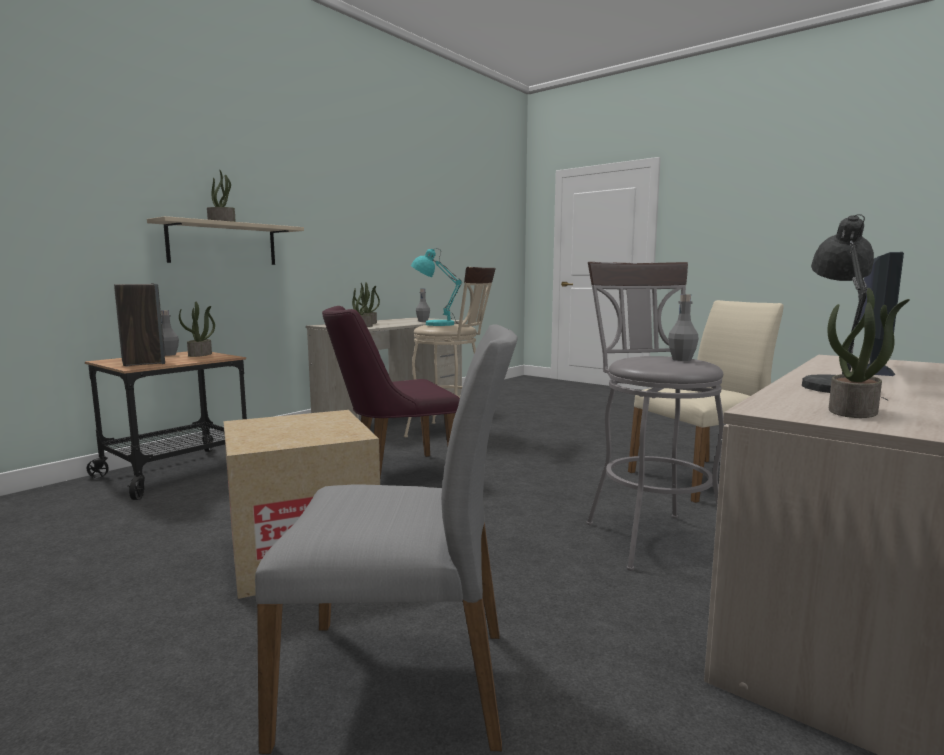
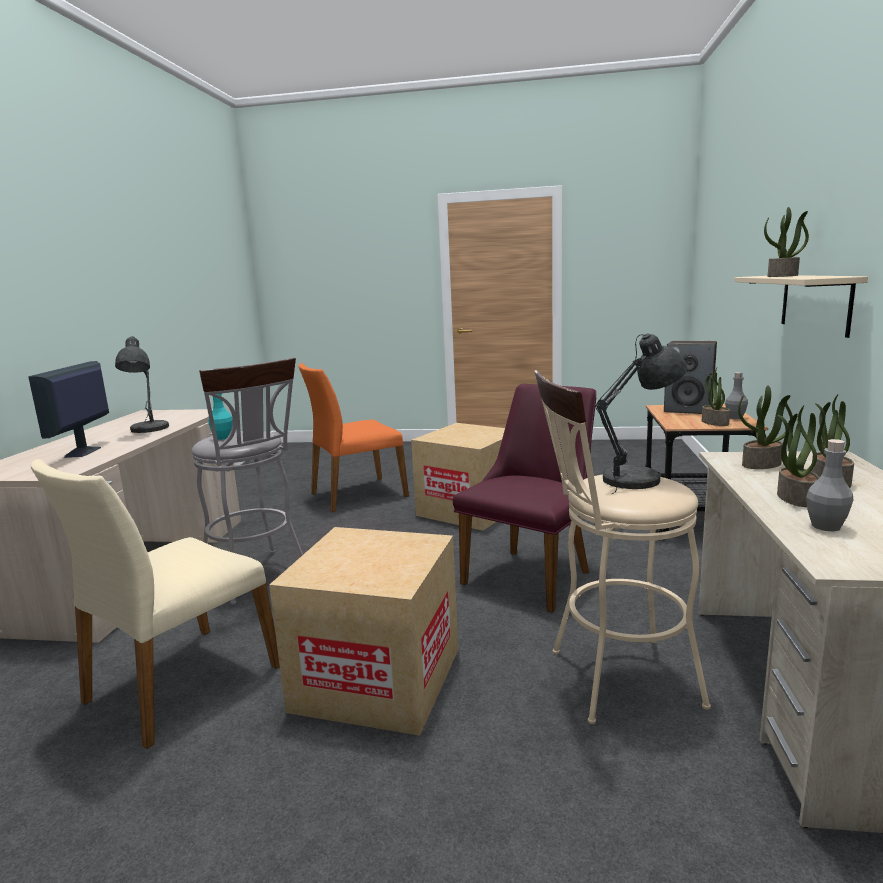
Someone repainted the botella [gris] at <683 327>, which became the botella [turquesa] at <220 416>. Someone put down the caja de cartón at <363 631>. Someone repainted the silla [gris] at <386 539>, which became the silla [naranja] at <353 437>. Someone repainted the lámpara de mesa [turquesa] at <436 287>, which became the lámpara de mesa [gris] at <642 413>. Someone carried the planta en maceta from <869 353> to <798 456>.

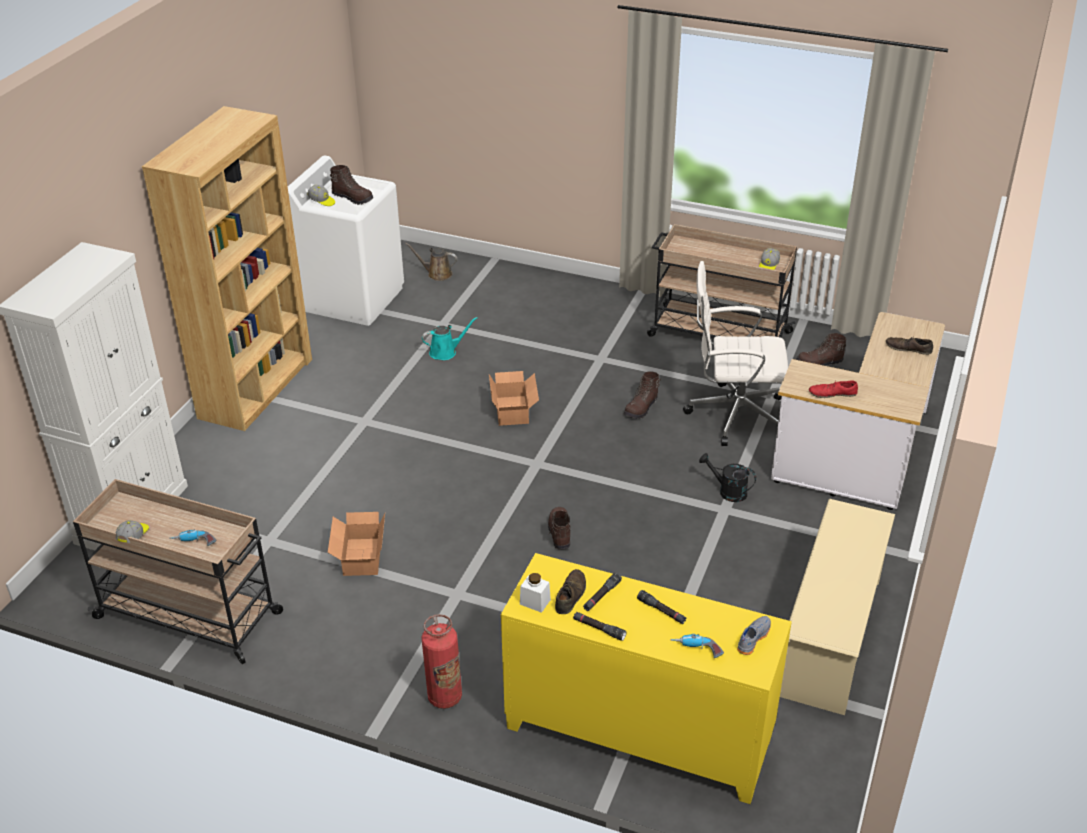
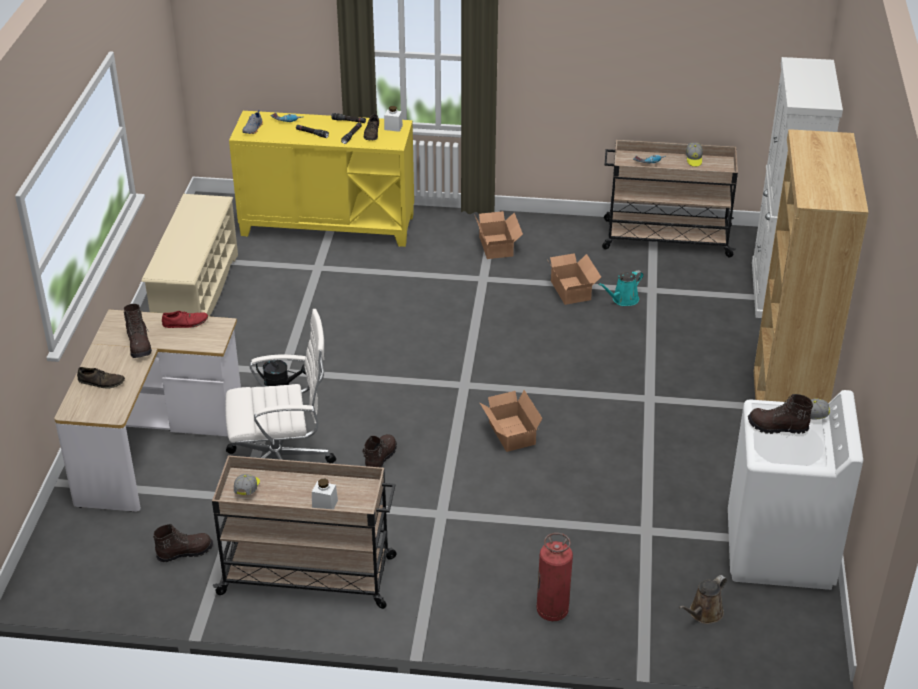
Someone carried the bota [marrón] from <559 528> to <138 331>. Someone put down the tarro [blanco] at <325 494>. Someone put down the caja de cartón at <498 235>. Someone carried the extintor from <441 661> to <555 577>. Someone carried the regadera [turquesa] from <449 338> to <621 288>. Someone rotated the regadera [marrón] at <431 262> by 135 degrees clockwise.

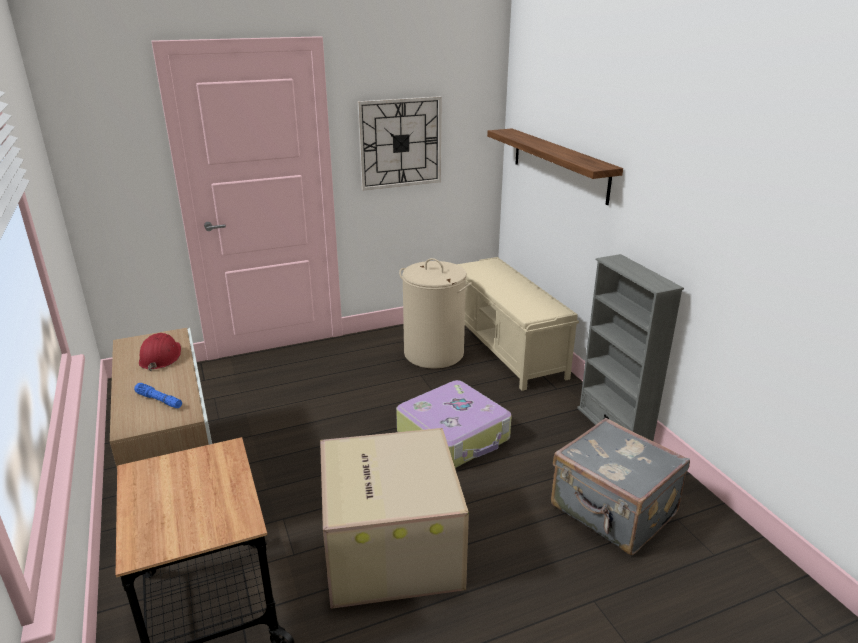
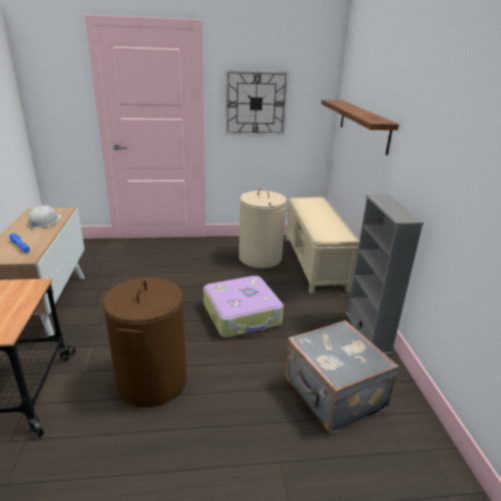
Someone repainted the casco [rojo] at <160 352>, which became the casco [blanco] at <45 217>. Someone swapped the caja de cartón at <394 518> for the cesto de la ropa [marrón] at <145 342>.

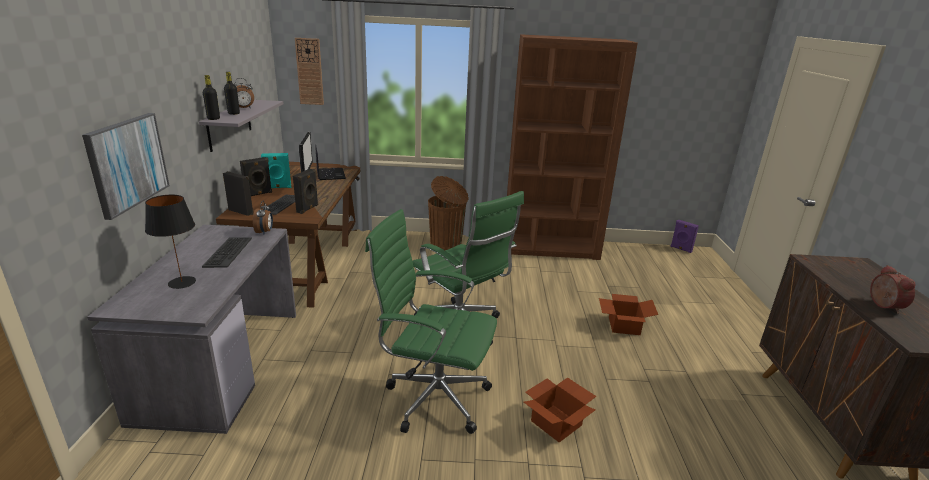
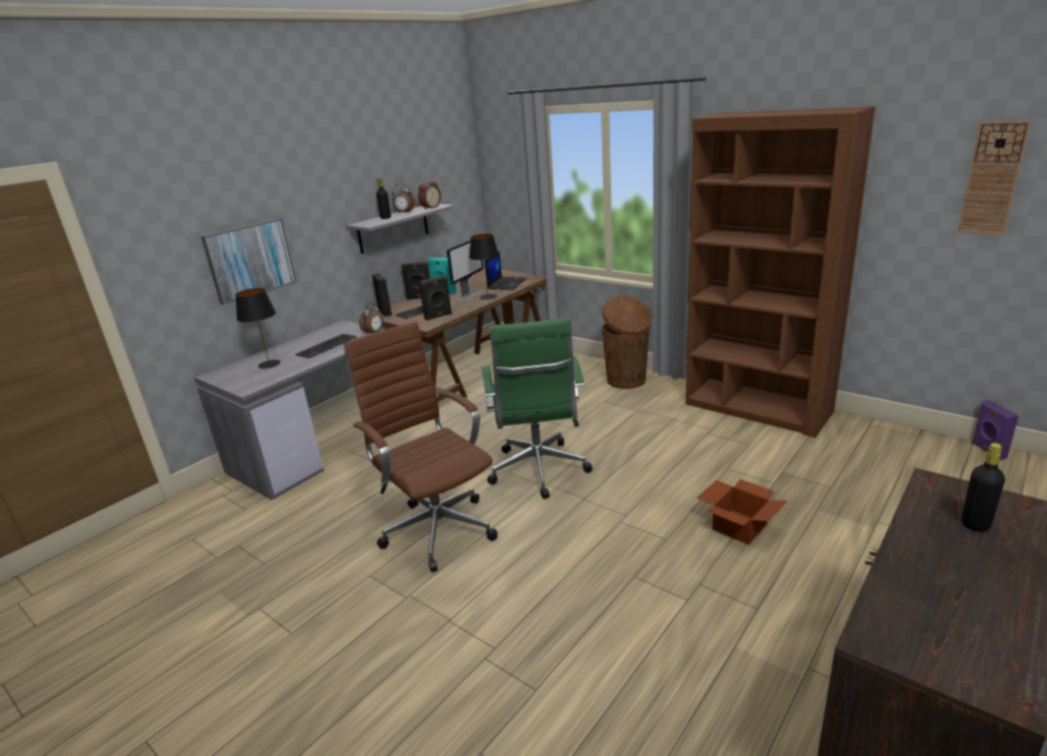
Someone repainted the silla de oficina [verde] at <431 321>, which became the silla de oficina [marrón] at <420 447>. Someone carried the despertador from <893 289> to <429 195>. Someone put down the lámpara de mesa [negro] at <484 267>. Someone carried the reloj de pared from <309 71> to <994 177>. Someone carried the botella [negro] from <211 97> to <983 487>. Someone took away the caja de cartón at <560 409>.

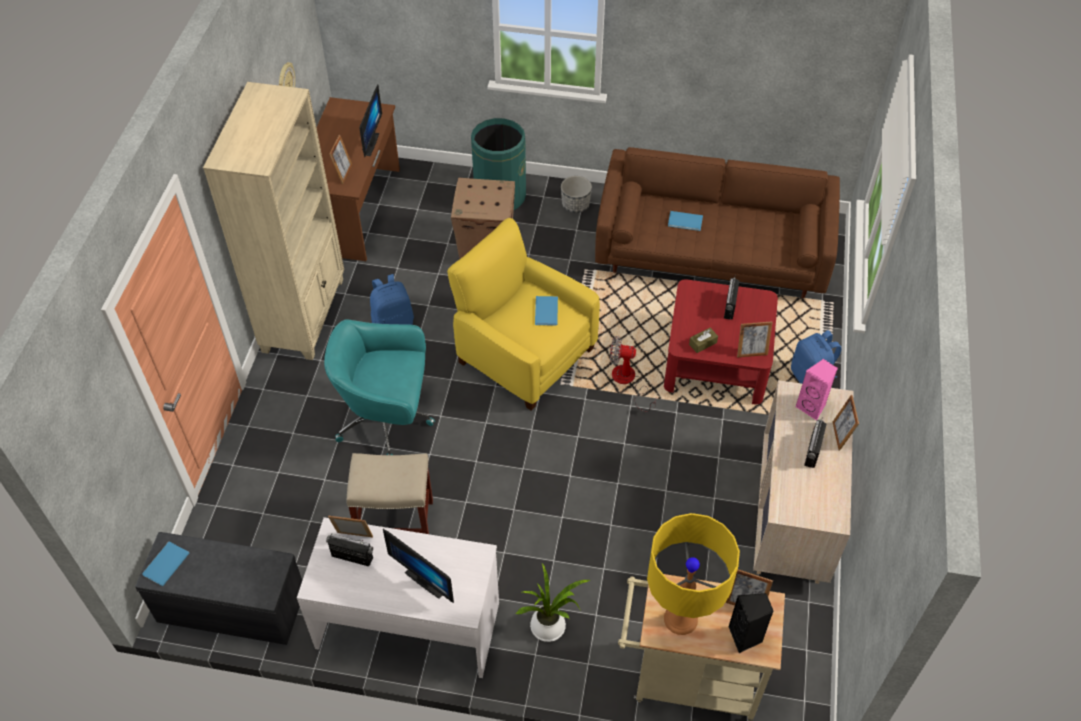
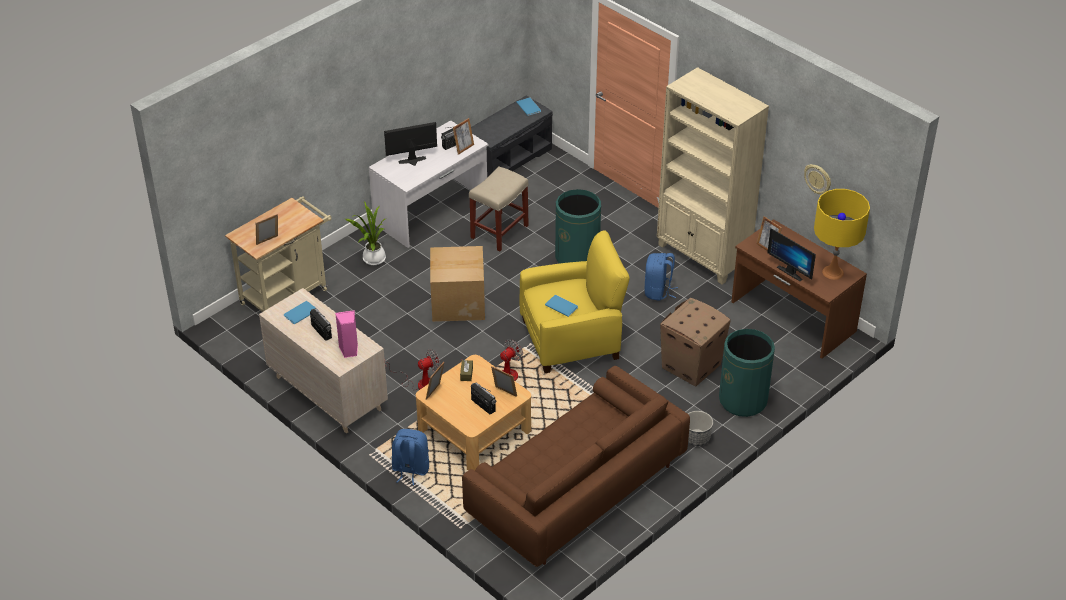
Someone carried the libro [azul] from <685 221> to <301 313>. Someone put down the ventilador at <413 370>. Someone repainted the mesa de centro [rojo] at <721 341>, which became the mesa de centro [beis] at <473 413>. Someone put down the caja de cartón at <457 284>. Someone carried the portarretratos from <846 422> to <504 381>. Someone swapped the silla de oficina [turquesa] at <379 387> for the papelera [verde] at <578 226>. Someone carried the lámpara de mesa [amarillo] from <693 574> to <842 234>. Someone took away the altavoz [negro] at <751 623>.

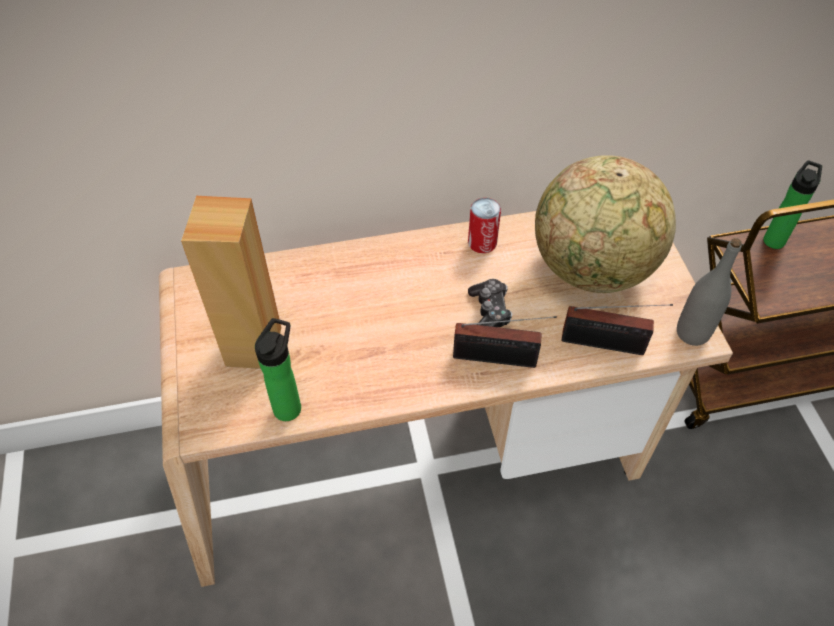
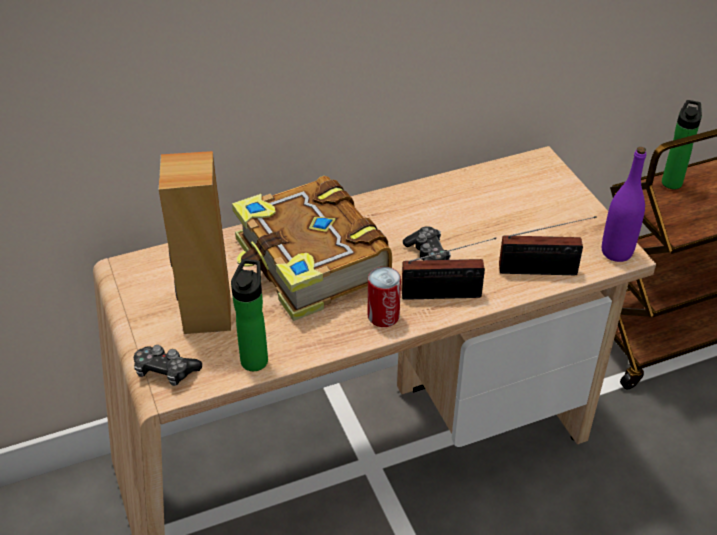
Someone put down the mando de consola at <168 365>. Someone put down the libro at <312 248>. Someone carried the lata from <484 225> to <384 297>. Someone repainted the botella [gris] at <709 292>, which became the botella [morado] at <624 204>. Someone took away the globo terráqueo at <605 224>.

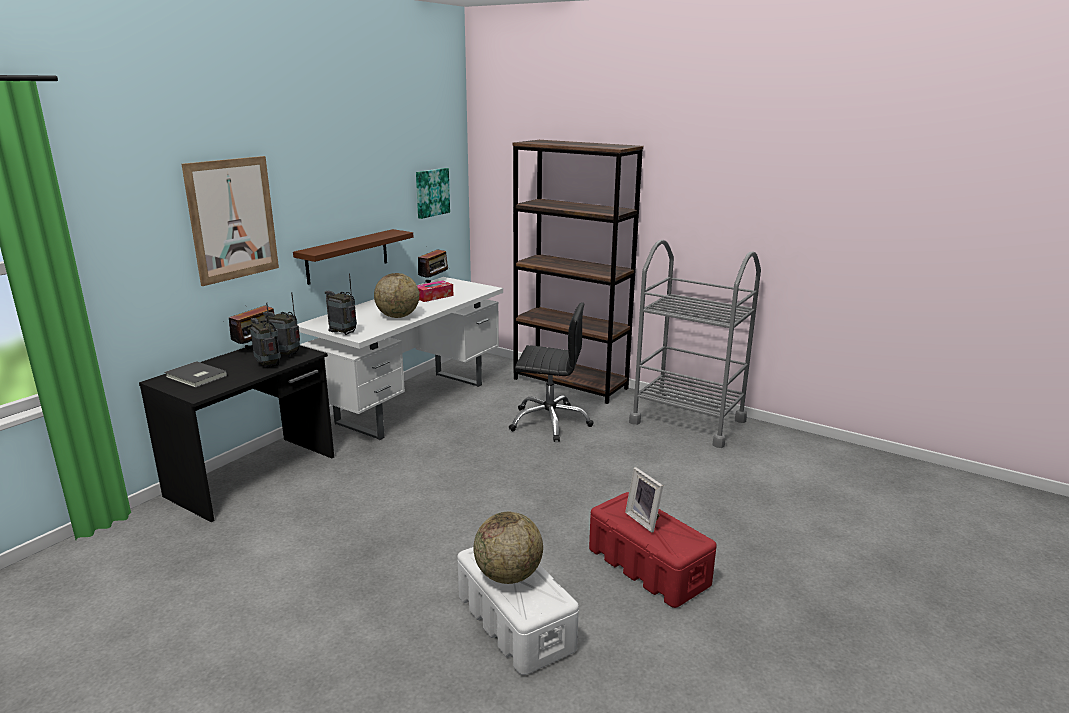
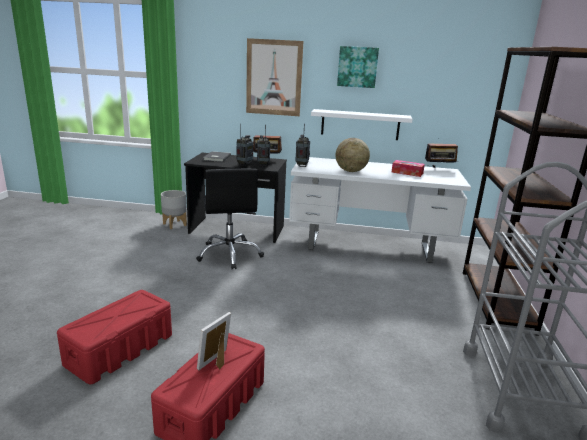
Someone repainted the caja de almacenaje [blanco] at <518 611>, which became the caja de almacenaje [rojo] at <114 337>. Someone put down the maceta [gris] at <174 209>. Someone carried the silla de oficina [negro] from <551 372> to <230 219>. Someone repainted the estante [marrón] at <353 257>, which became the estante [blanco] at <362 124>. Someone carried the cuadro from <433 193> to <358 67>. Someone took away the globo terráqueo at <508 548>.

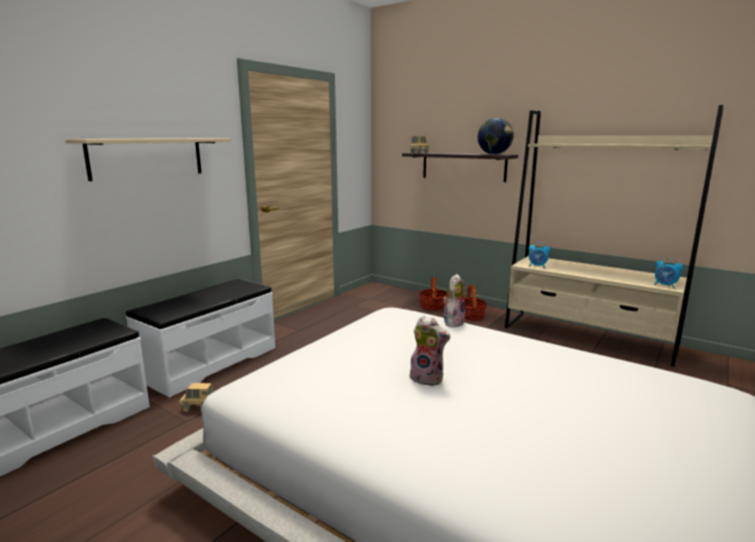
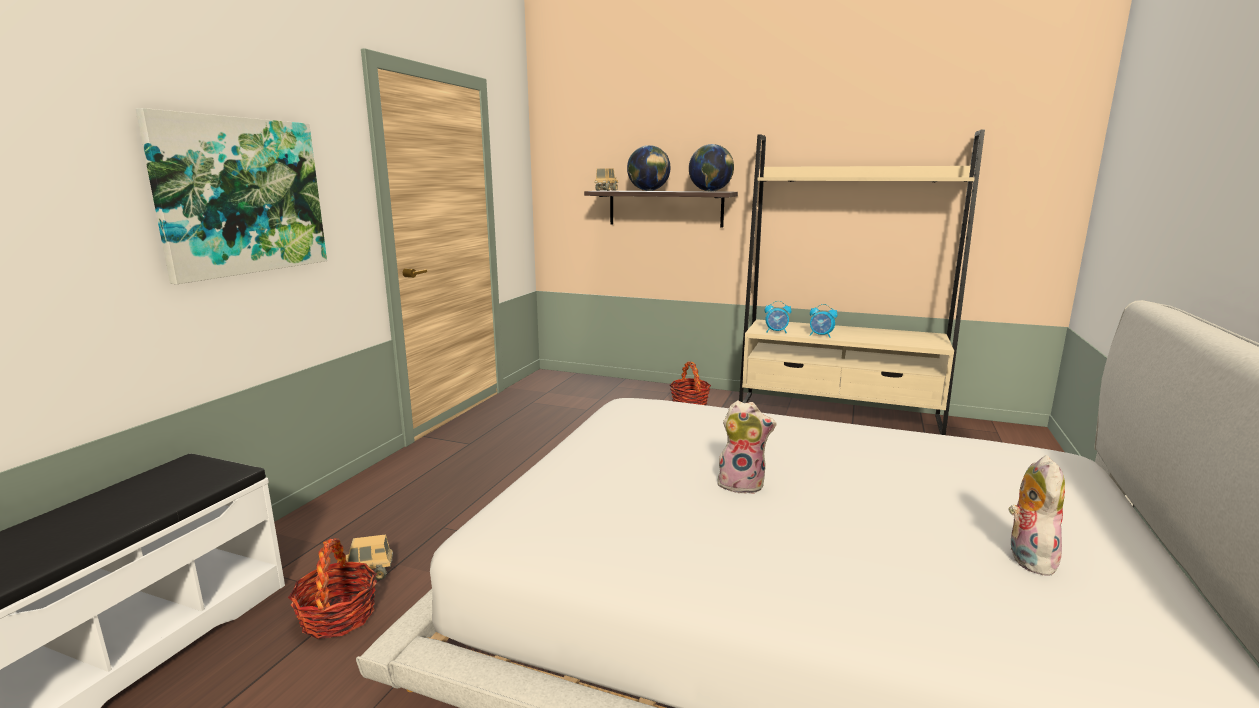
Someone swapped the estante [beis] at <148 159> for the cuadro at <231 196>. Someone carried the cesta from <433 294> to <332 588>. Someone put down the globo terráqueo at <648 168>. Someone carried the despertador from <668 273> to <824 321>. Someone carried the peluche from <454 300> to <1036 515>. Someone took away the banco [blanco] at <200 338>.

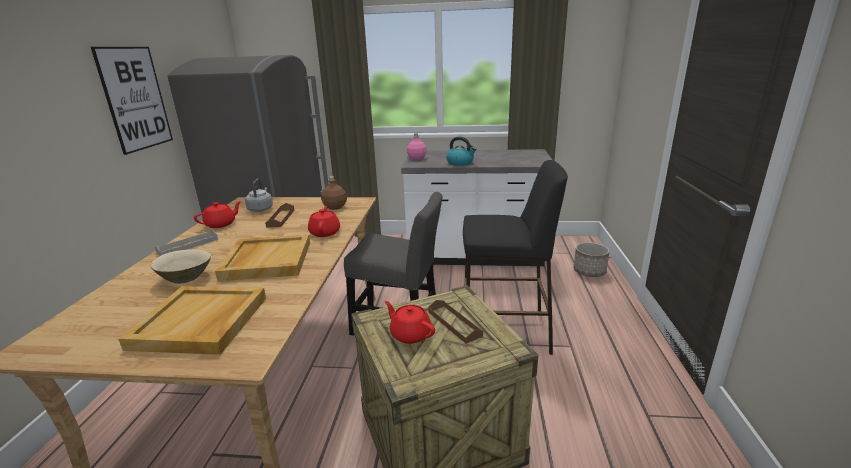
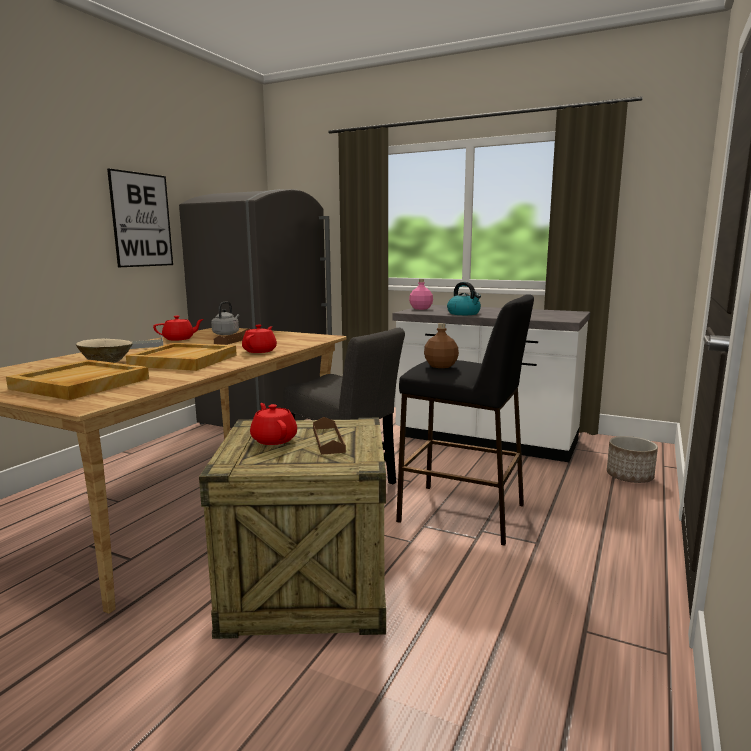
Someone carried the botella [marrón] from <334 193> to <441 345>.

